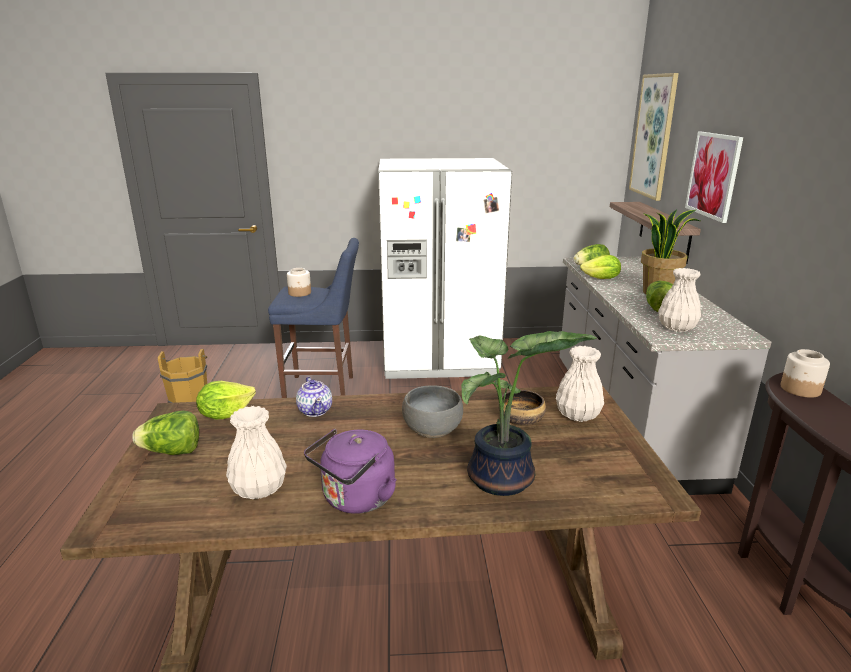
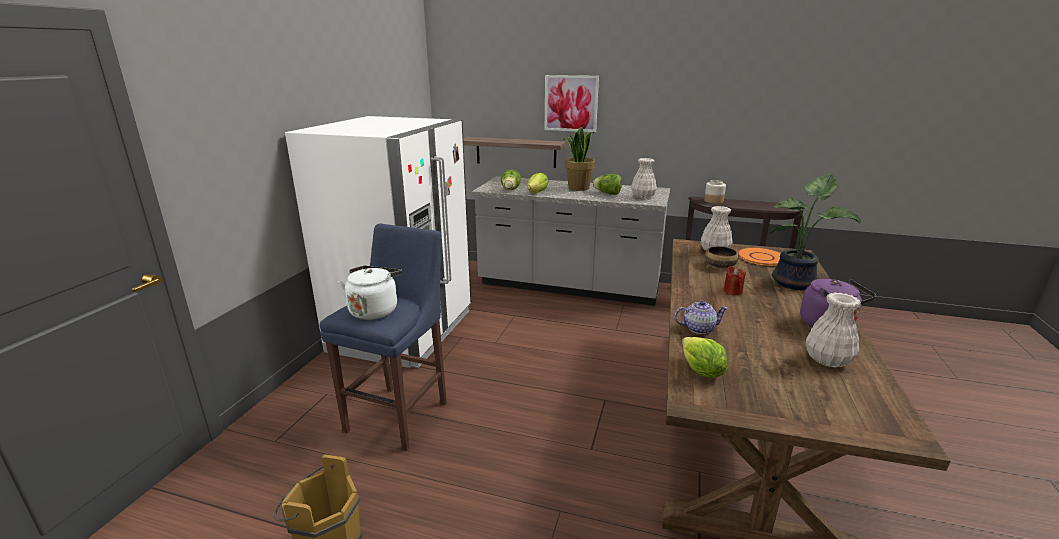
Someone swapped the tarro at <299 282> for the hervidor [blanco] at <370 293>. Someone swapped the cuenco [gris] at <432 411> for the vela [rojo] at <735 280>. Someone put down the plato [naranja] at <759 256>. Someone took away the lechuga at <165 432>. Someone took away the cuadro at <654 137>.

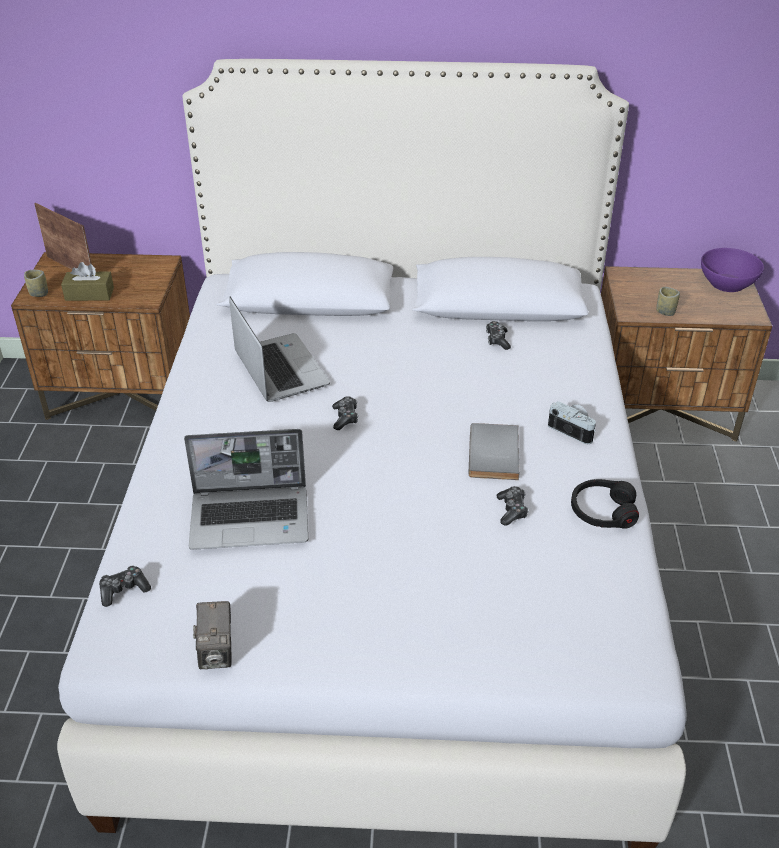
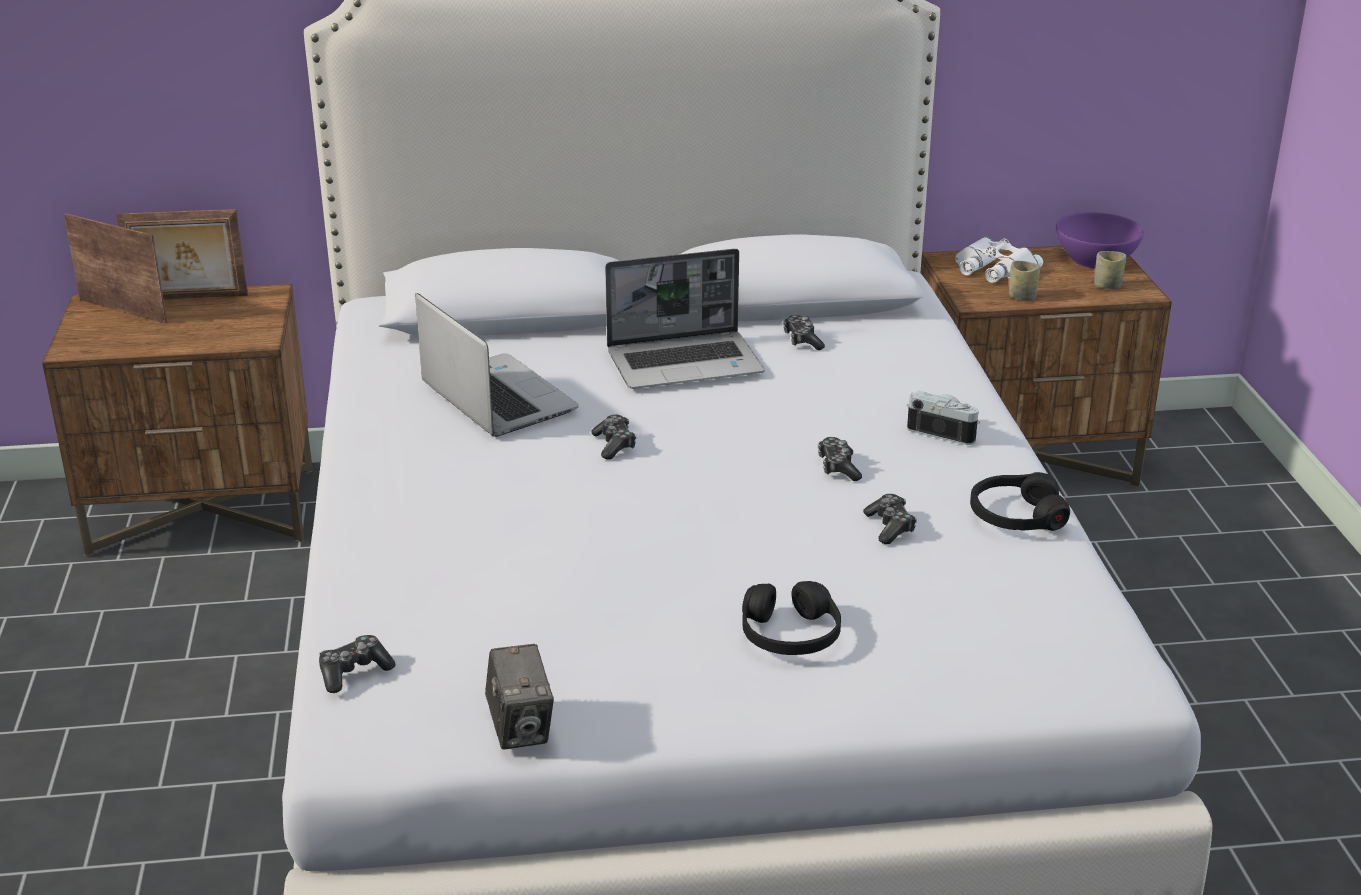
Someone put down the portarretratos at <182 254>. Someone carried the portátil from <246 489> to <685 319>. Someone put down the auriculares [negro] at <791 618>. Someone swapped the libro [gris] at <494 451> for the mando de consola at <840 459>. Someone put down the prismáticos [blanco] at <999 260>. Someone carried the taza from <36 283> to <1110 270>. Someone took away the caja de pañuelos [marrón] at <87 281>.

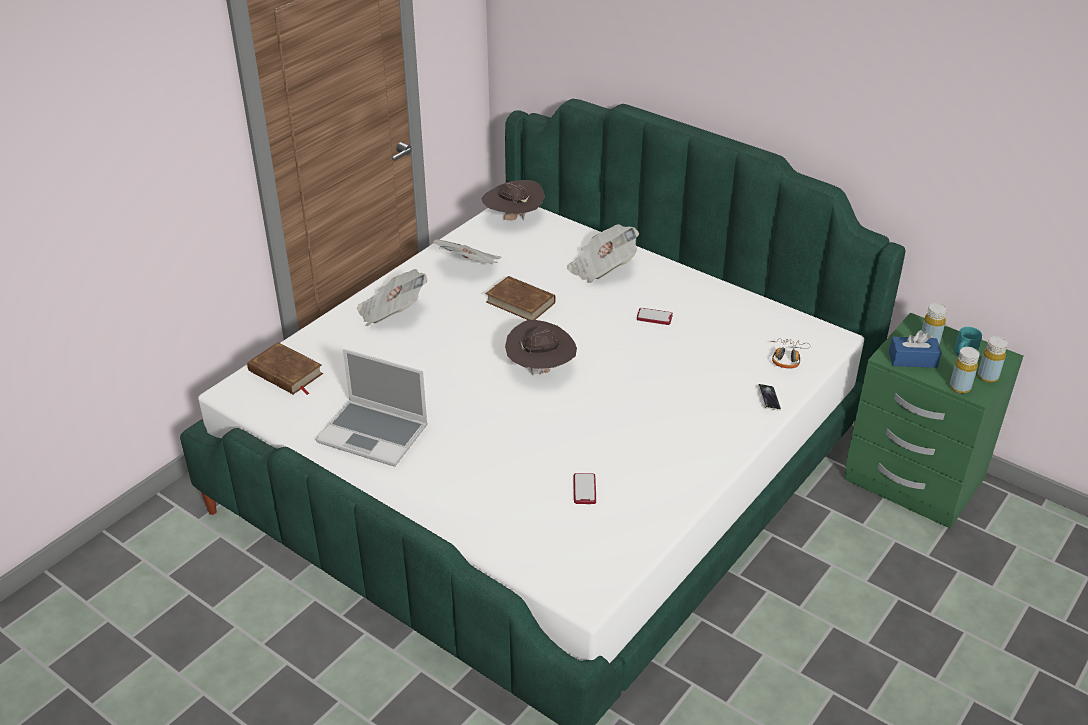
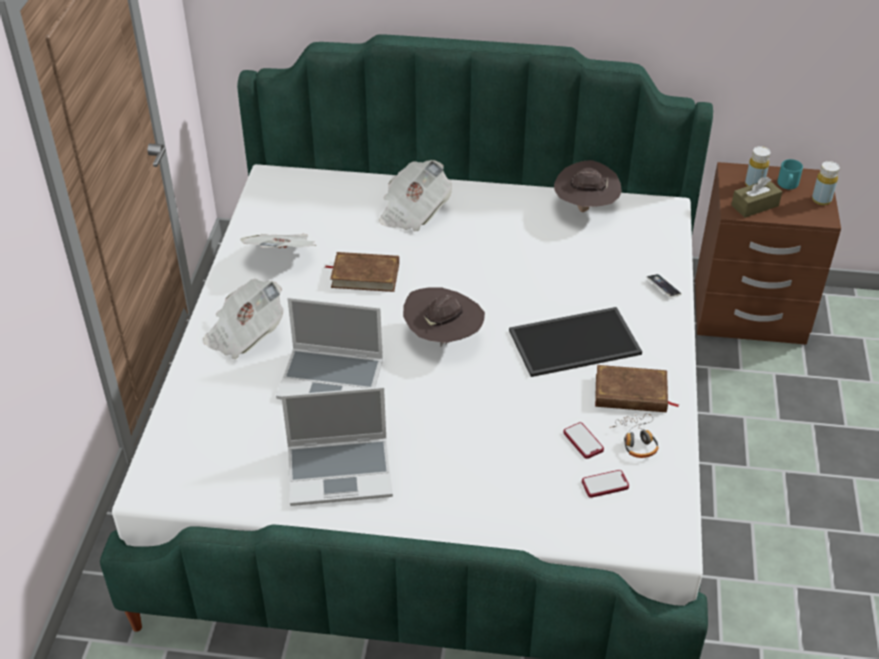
Someone put down the portátil at <329 348>. Someone put down the bandeja at <575 342>. Someone carried the sombrero [marrón] from <513 200> to <588 186>. Someone carried the móvil from <655 316> to <605 484>. Someone carried the libro [marrón] from <285 368> to <637 388>. Someone carried the auriculares from <791 353> to <635 436>. Someone repainted the mesita de noche [verde] at <933 420>, which became the mesita de noche [marrón] at <768 253>. Someone repainted the caja de pañuelos [azul] at <915 349>, which became the caja de pañuelos [marrón] at <756 197>. Someone took away the botella [amarillo] at <965 370>.

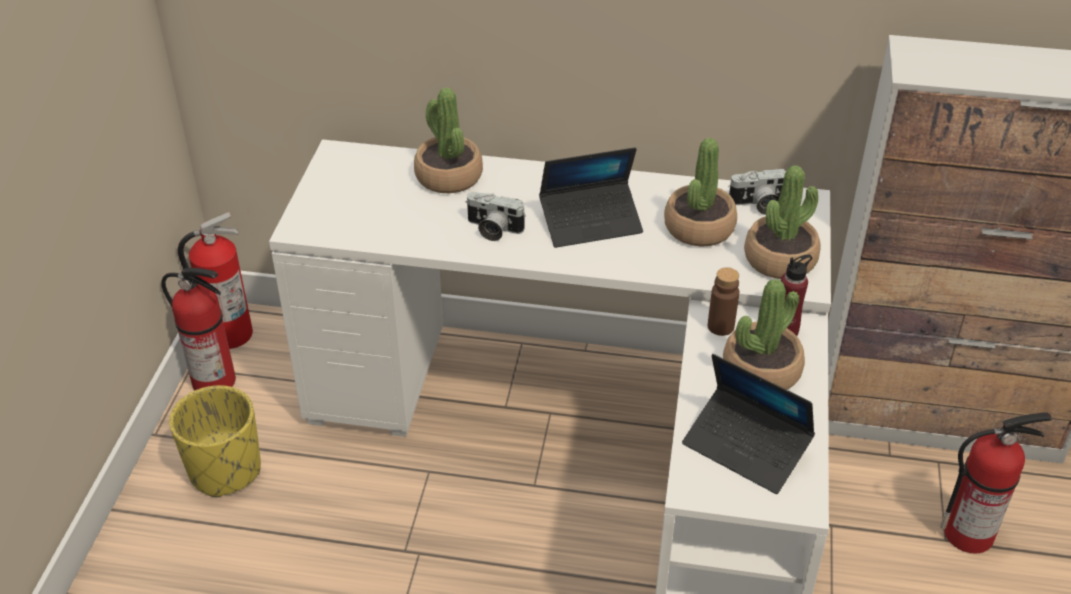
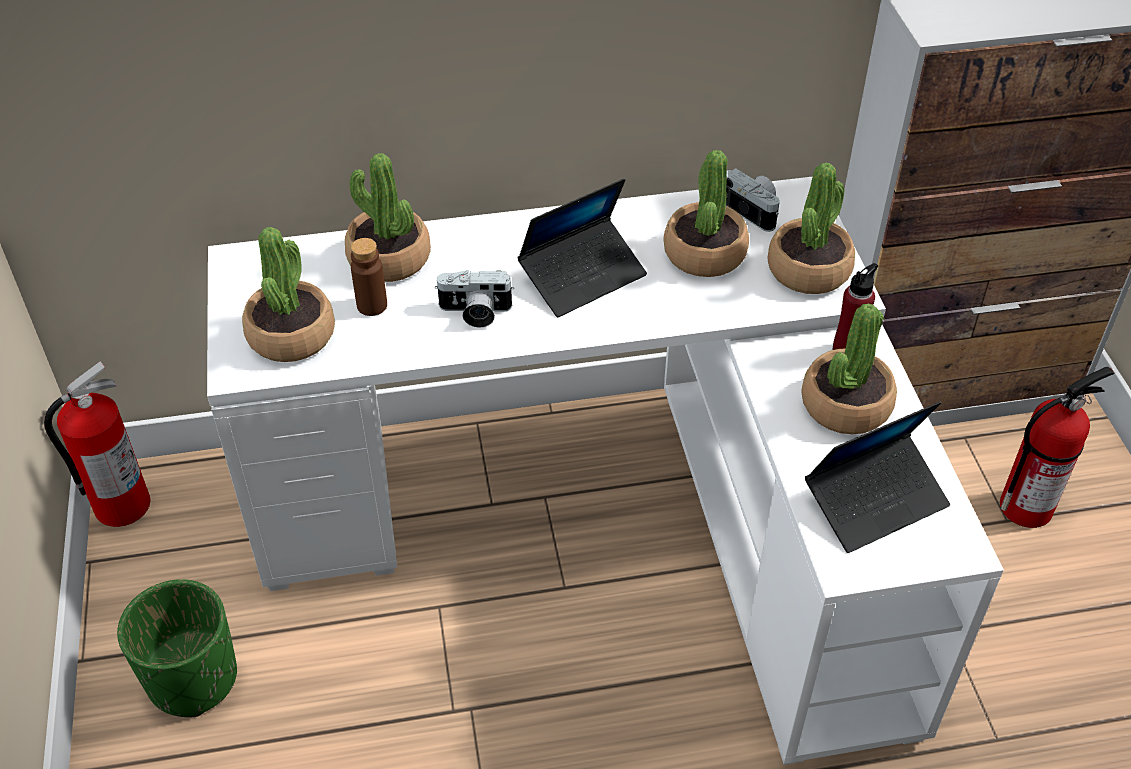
Someone repainted the maceta [amarillo] at <215 441>, which became the maceta [verde] at <177 648>. Someone put down the planta en maceta at <288 294>. Someone carried the botella [marrón] from <723 301> to <369 277>. Someone rotated the cámara at <757 192> by 105 degrees counterclockwise. Someone rotated the portátil at <748 424> by 45 degrees counterclockwise. Someone took away the extintor at <198 329>.

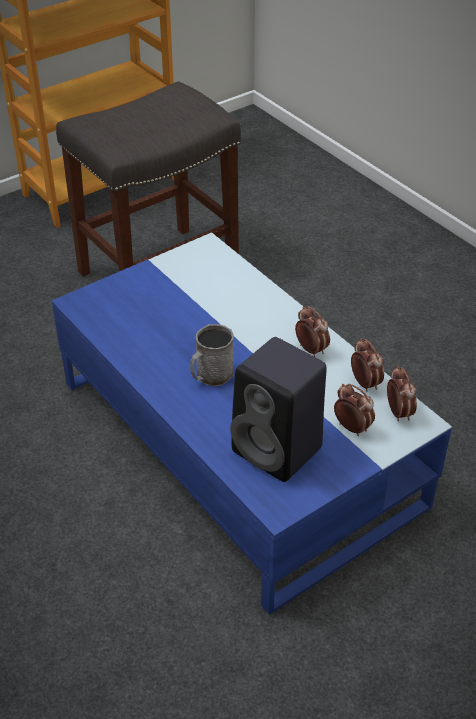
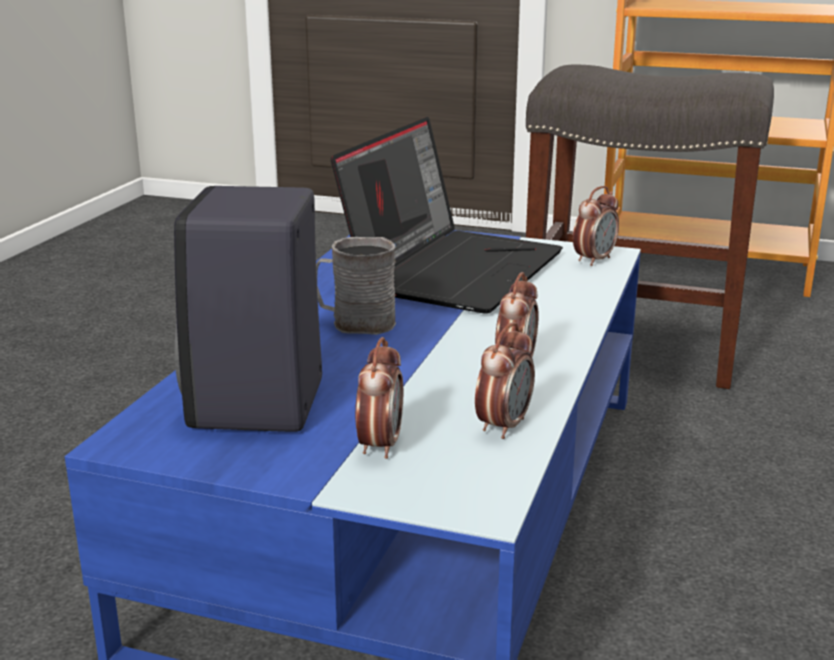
Someone put down the portátil at <447 215>. Someone carried the despertador from <402 393> to <596 226>.

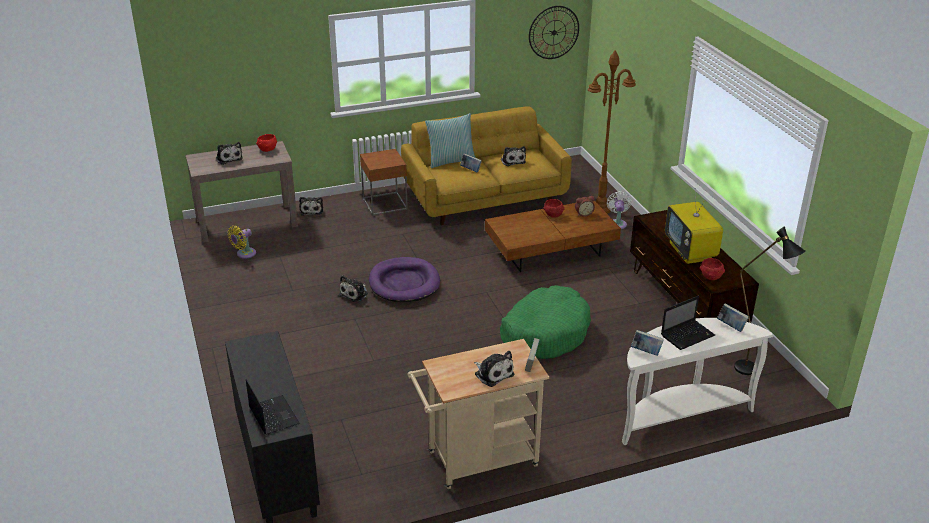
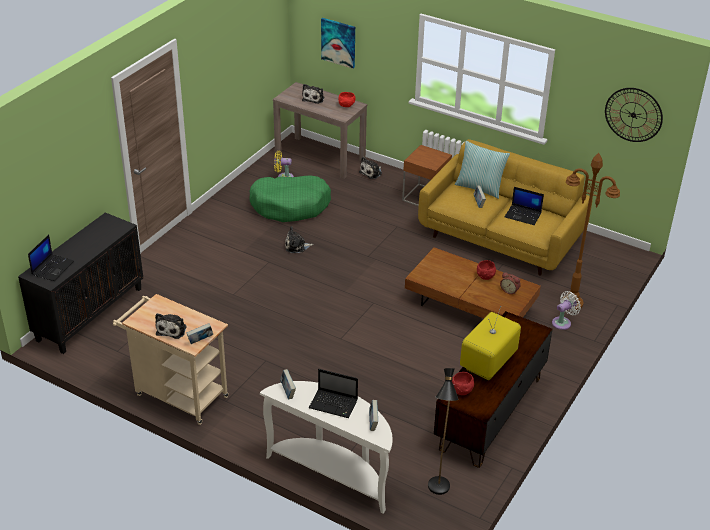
Someone carried the cama para perro [verde] from <545 322> to <290 198>. Someone put up the cuadro at <338 43>. Someone swapped the peluche at <513 156> for the portátil at <524 206>. Someone took away the cama para perro [morado] at <404 279>.

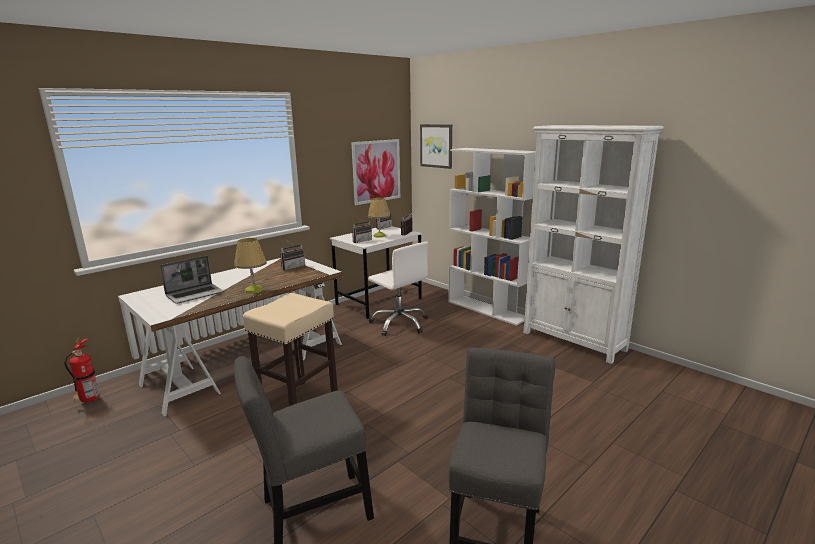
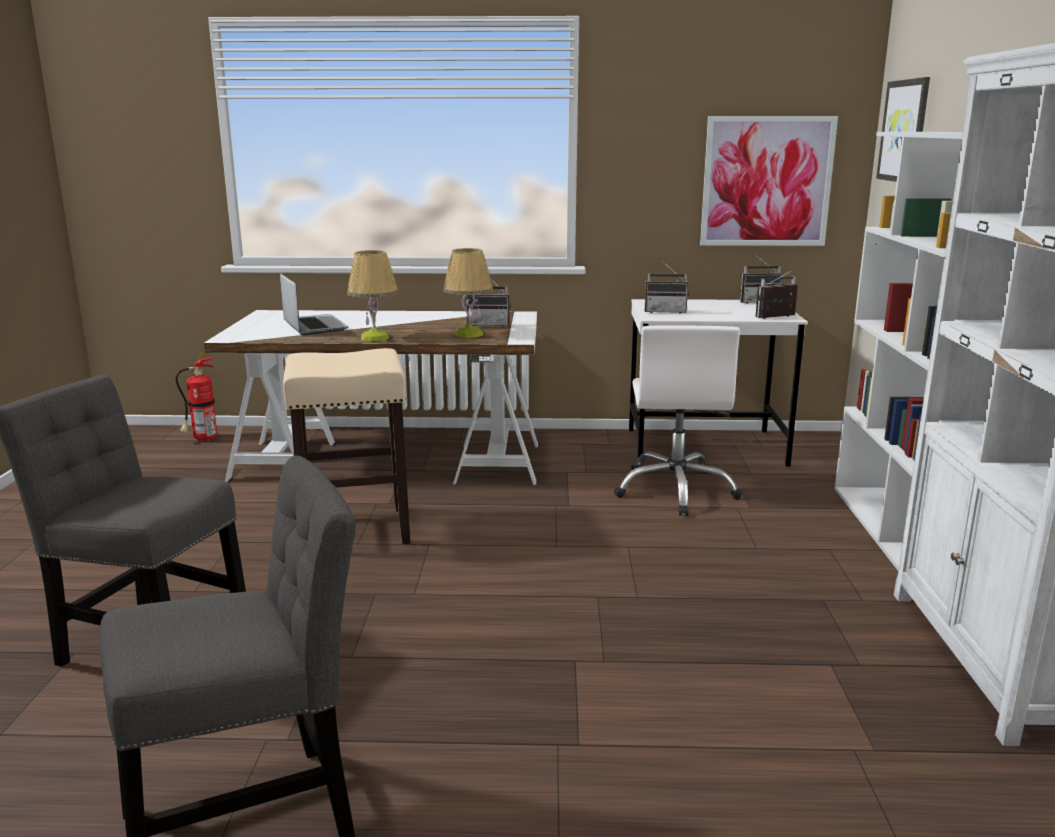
Someone rotated the portátil at <191 280> by 120 degrees counterclockwise. Someone carried the lámpara de mesa from <379 217> to <468 293>.

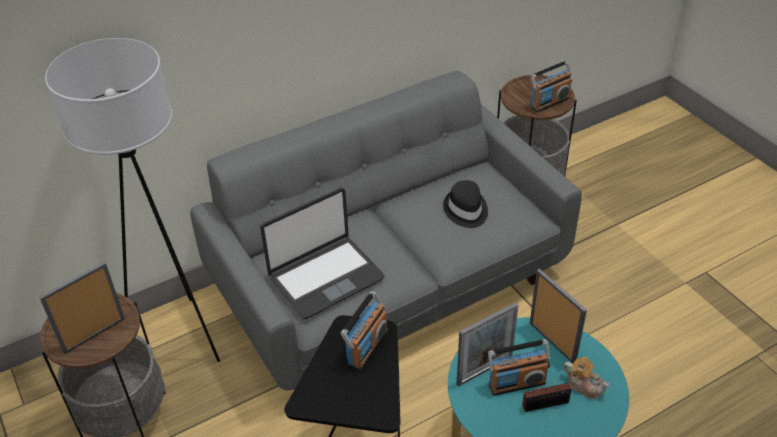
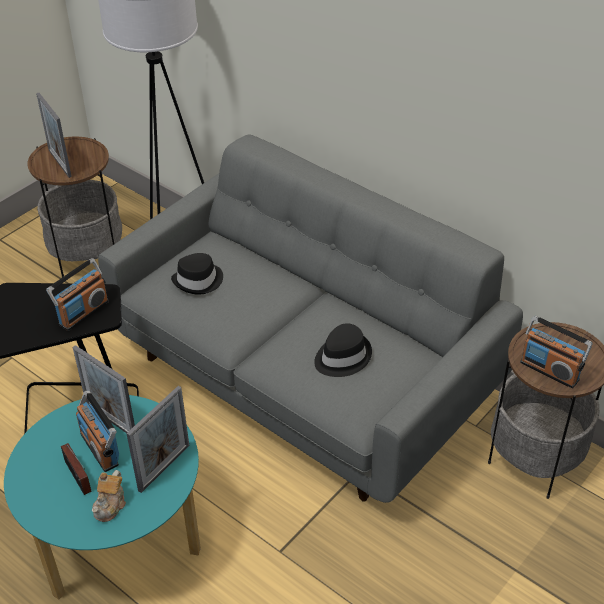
Someone rotated the portarretratos at <82 308> by 150 degrees counterclockwise. Someone rotated the radio at <364 330> by 60 degrees counterclockwise. Someone swapped the portátil at <322 253> for the sombrero [negro] at <197 274>.

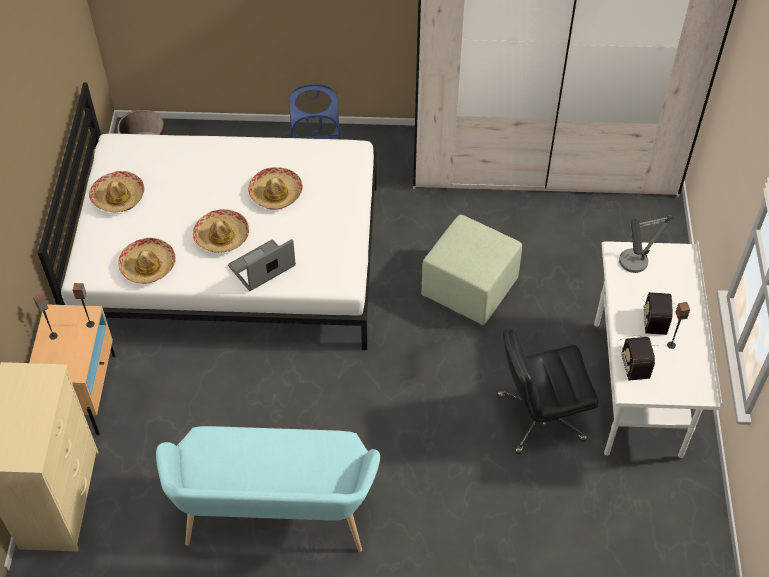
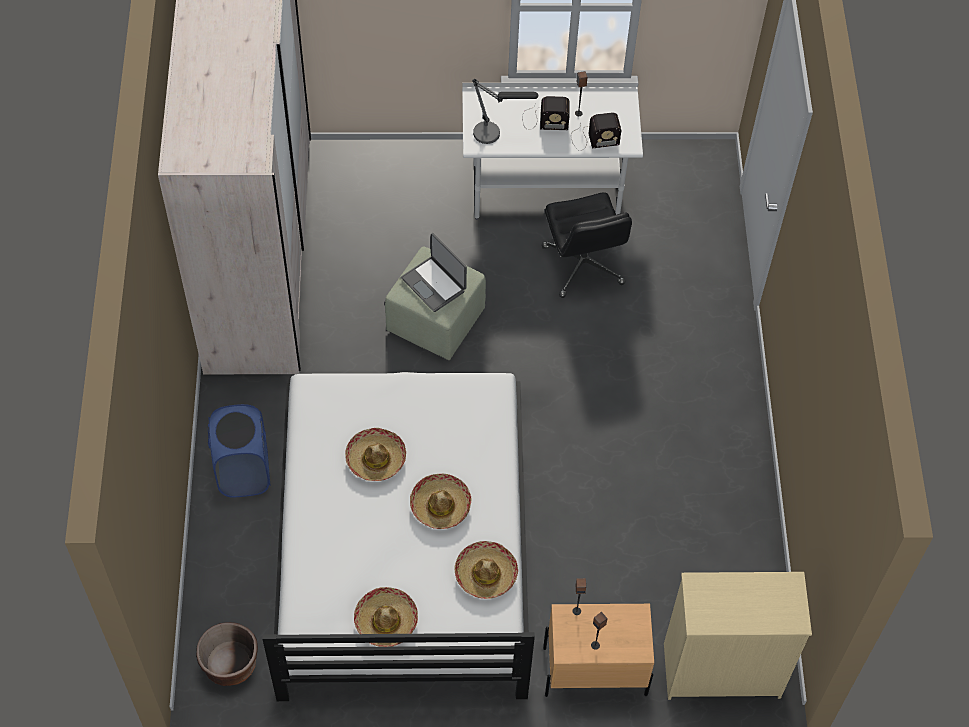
Someone carried the portátil from <262 265> to <434 272>. Someone took away the banco [turquesa] at <268 489>.

